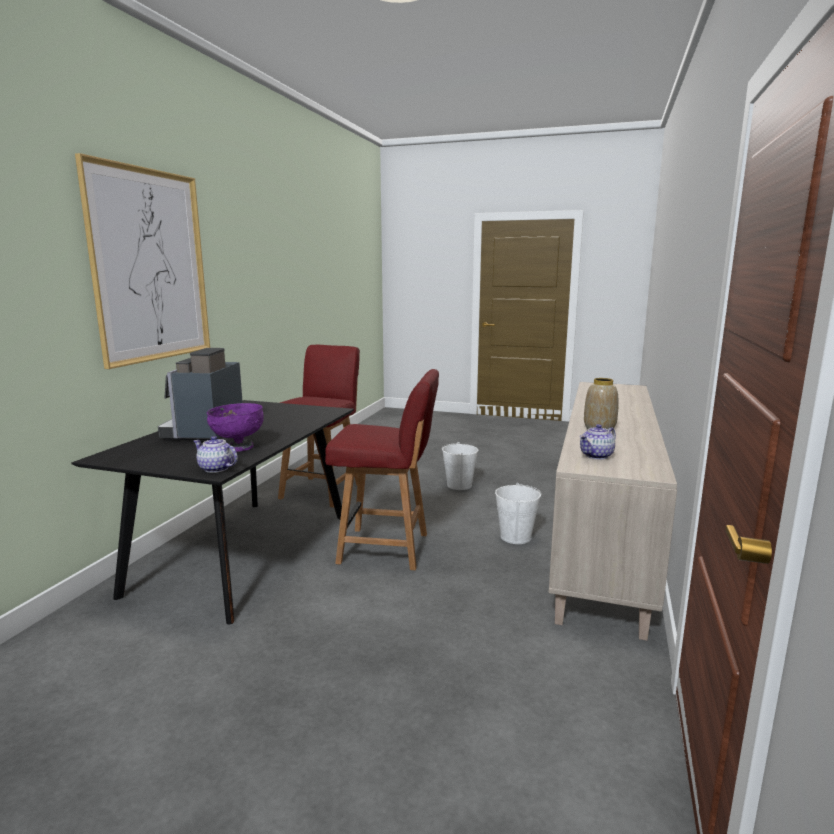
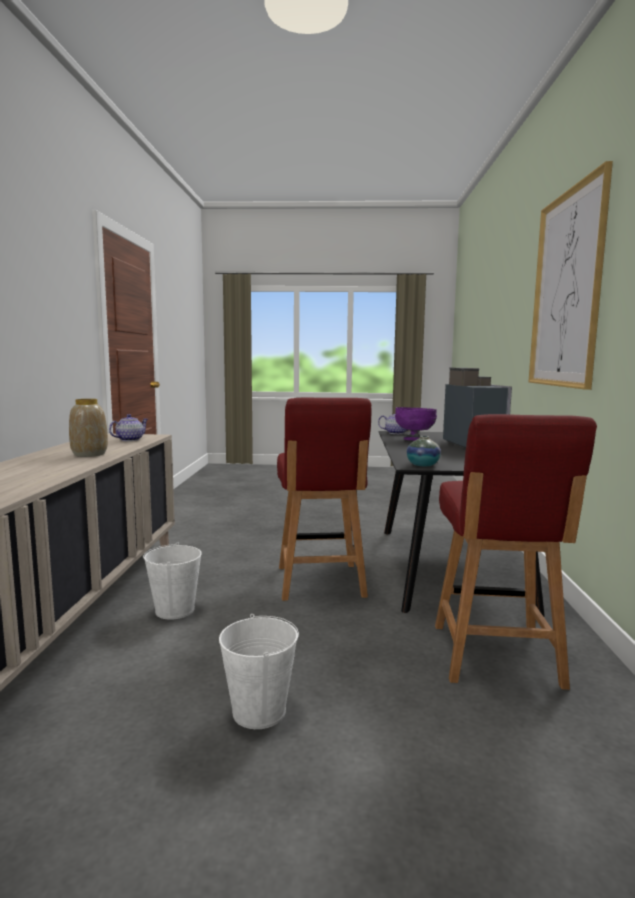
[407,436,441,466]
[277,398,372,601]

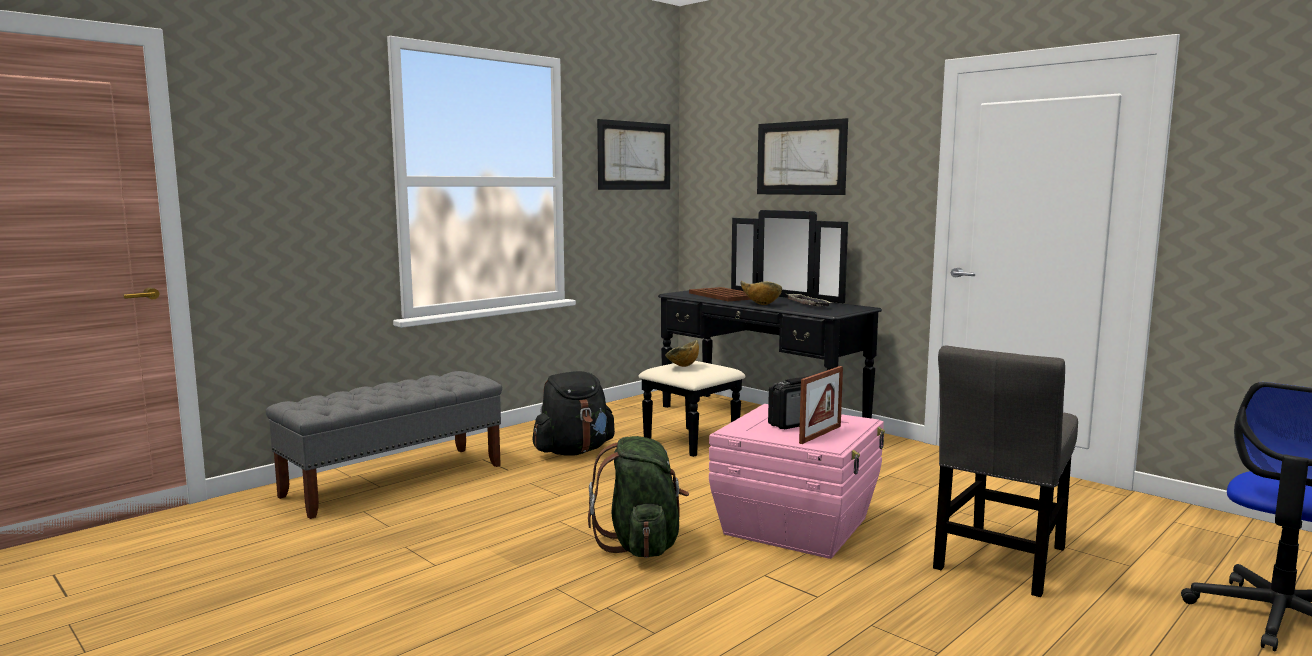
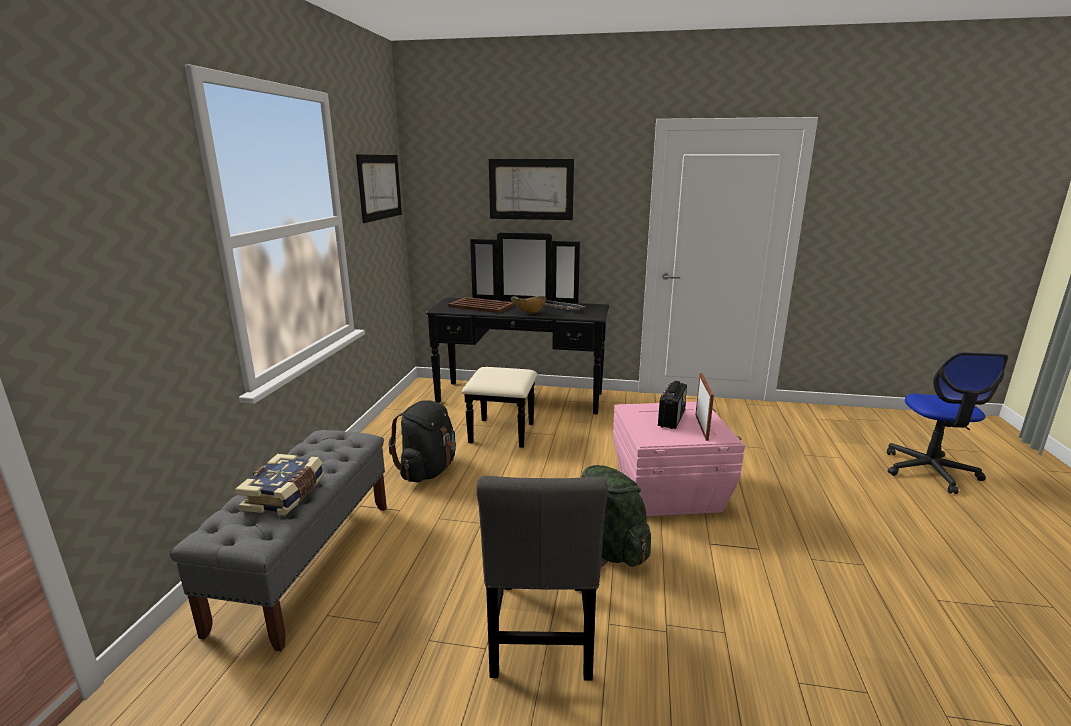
[665,340,699,367] (first image)
[235,454,324,516]
[476,476,608,680]

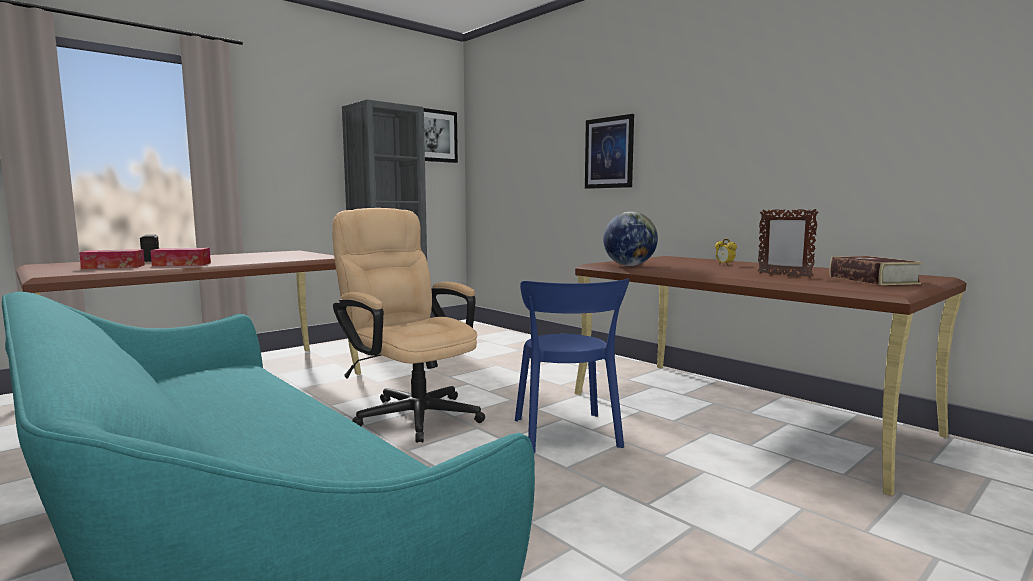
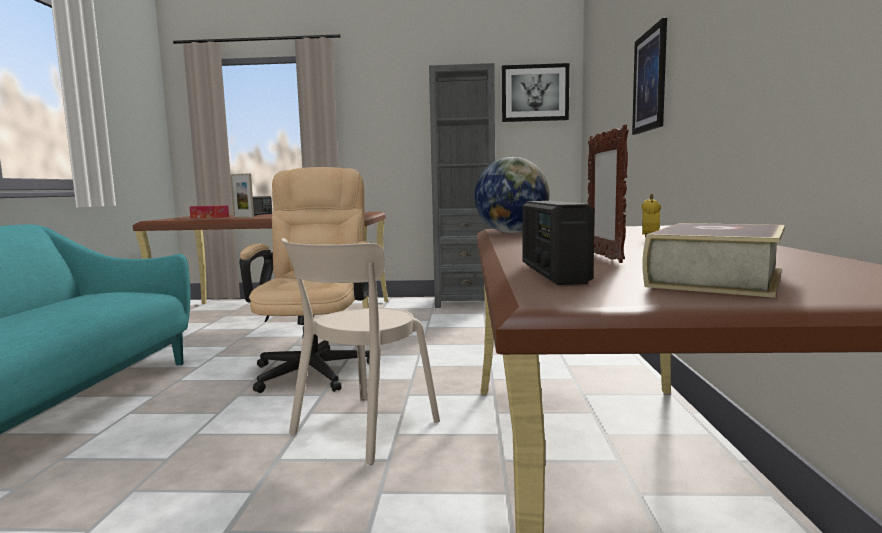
[523,201,595,285]
[230,173,254,218]
[281,238,440,465]

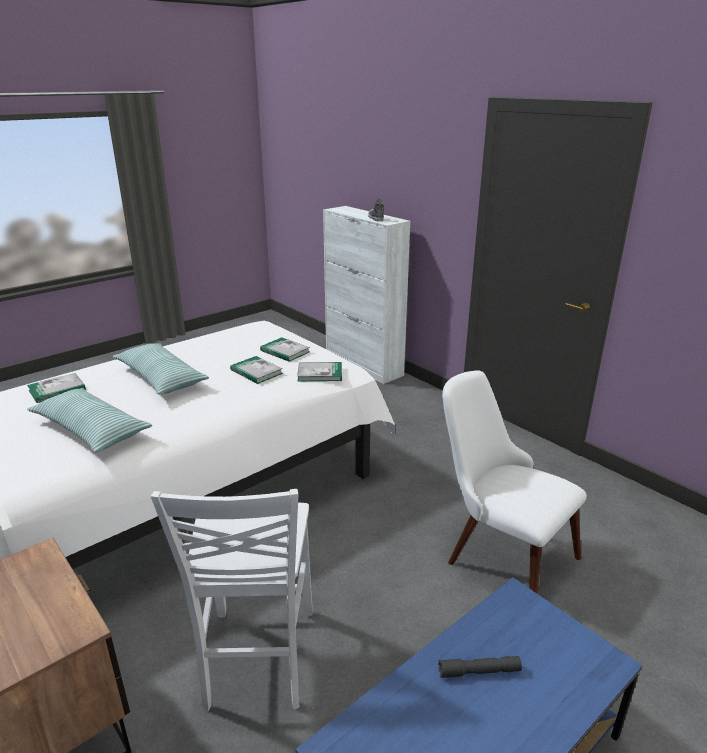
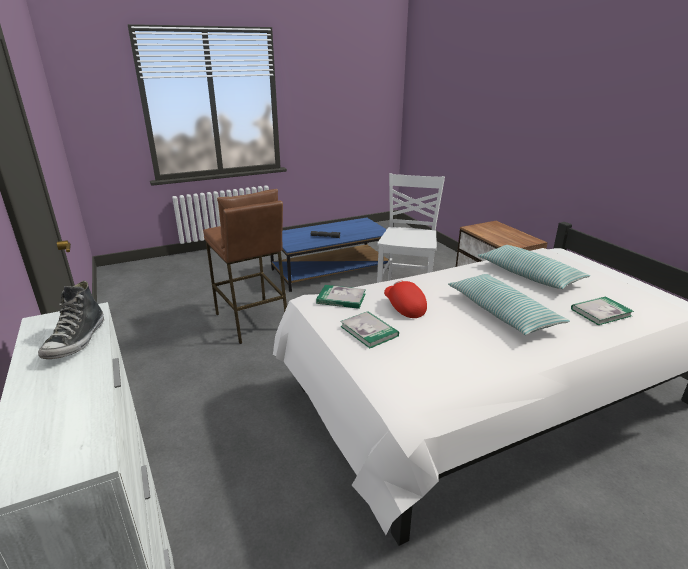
[384,280,427,318]
[203,189,287,344]

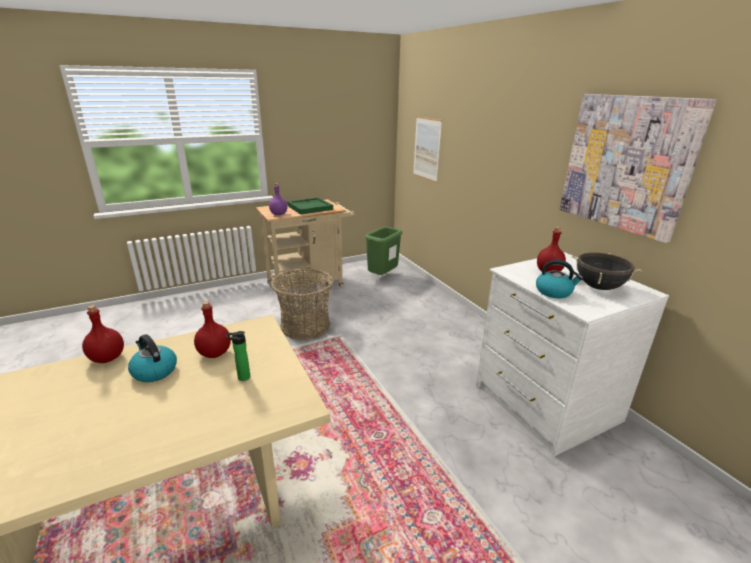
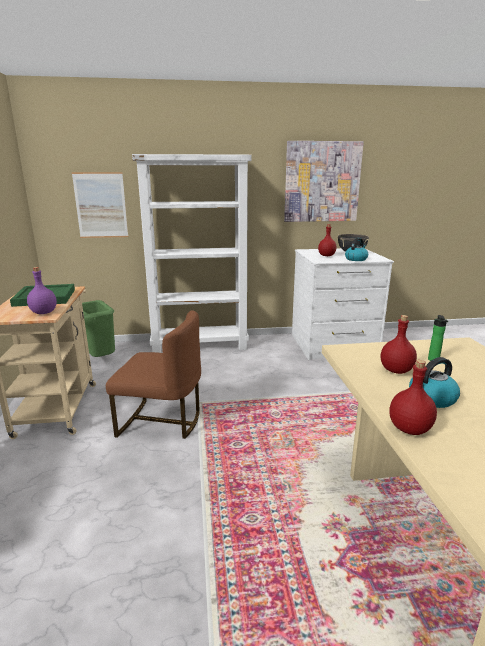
[132,154,252,353]
[106,311,201,439]

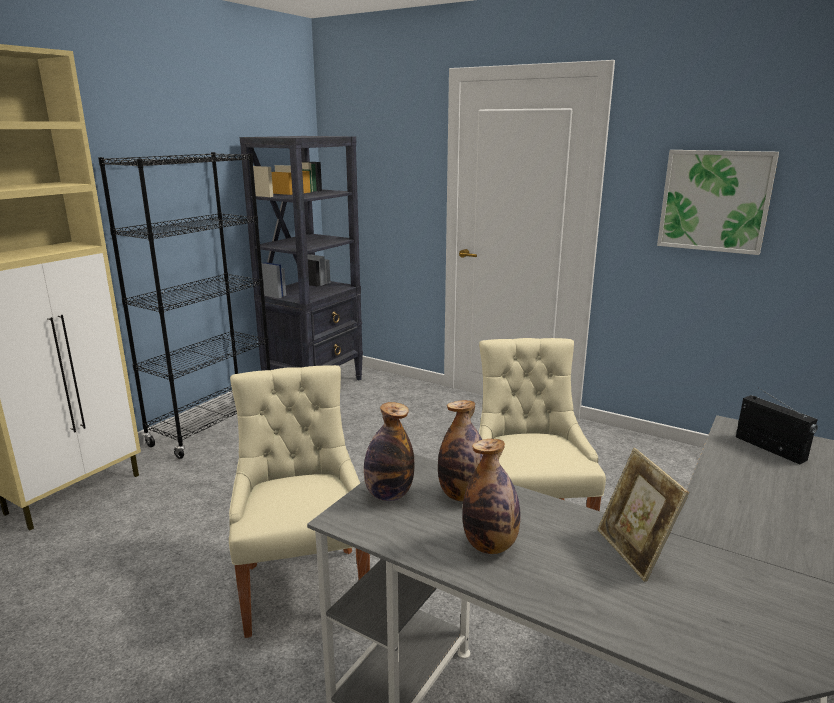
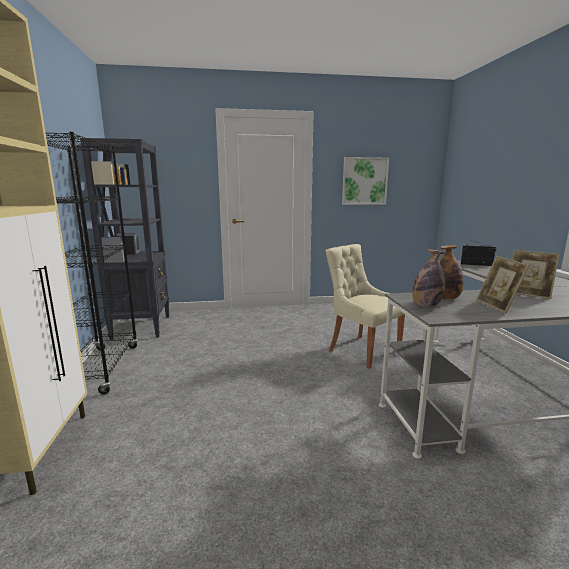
[229,365,370,638] (first image)
[476,256,530,313]

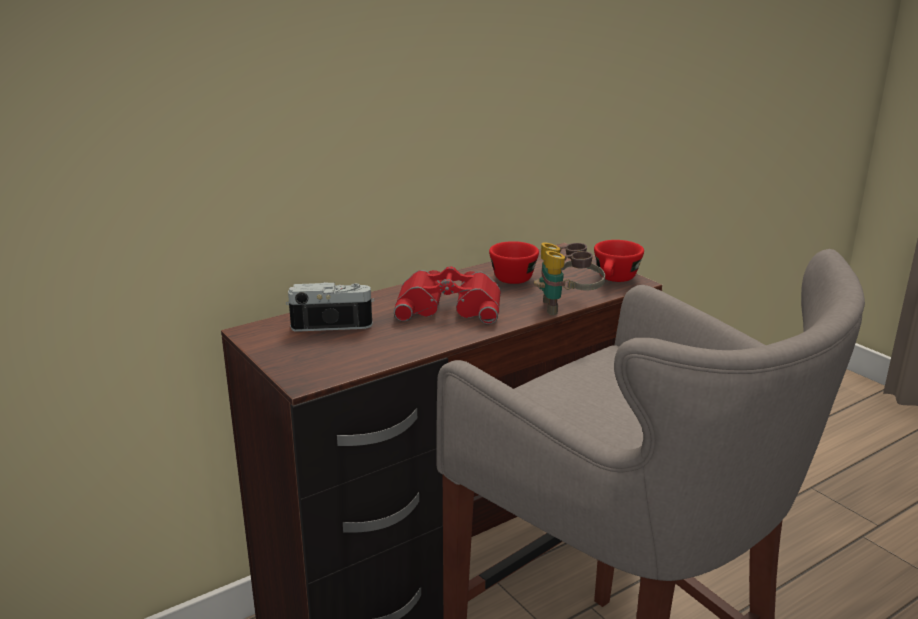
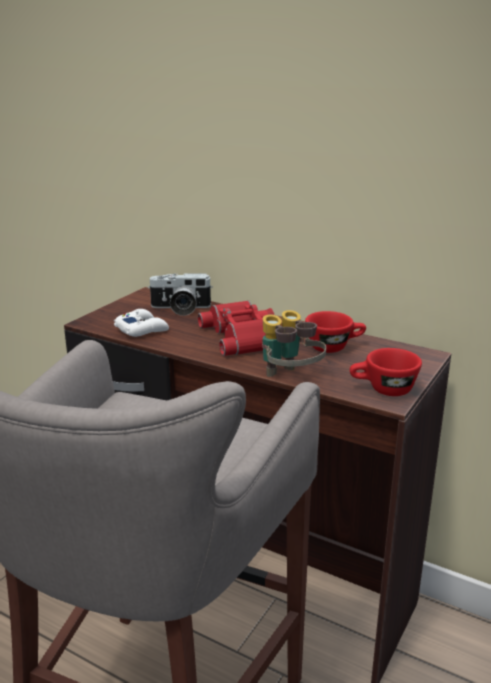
[114,309,169,337]
[148,273,213,316]

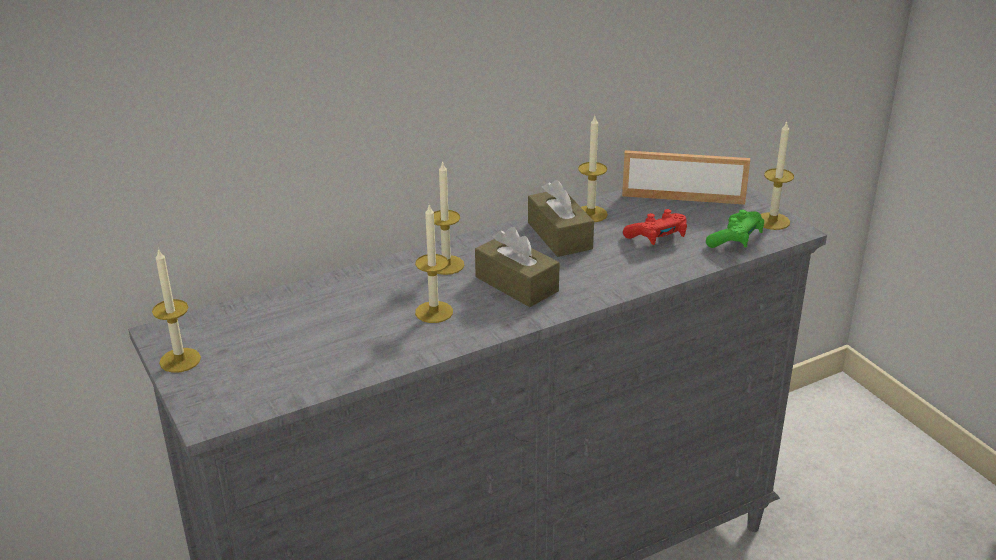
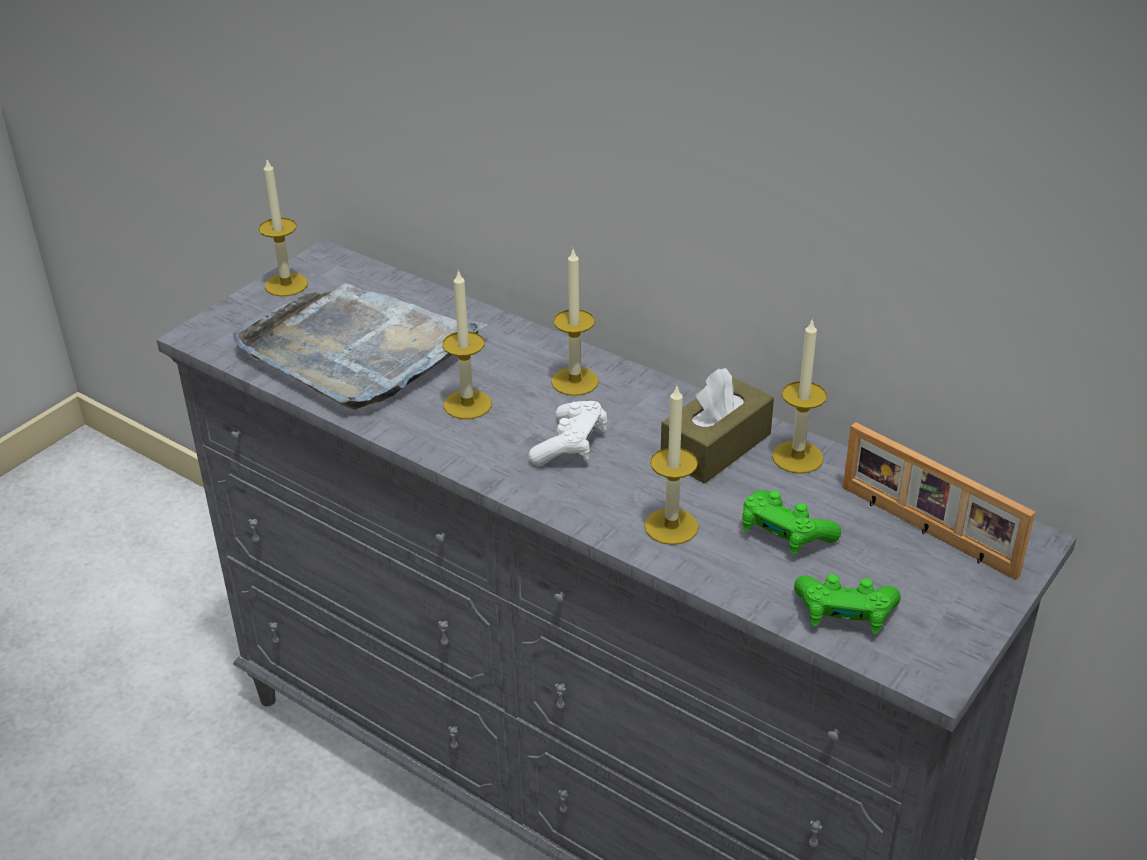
[233,283,488,409]
[644,386,699,545]
[529,401,607,466]
[742,490,841,555]
[843,422,1036,580]

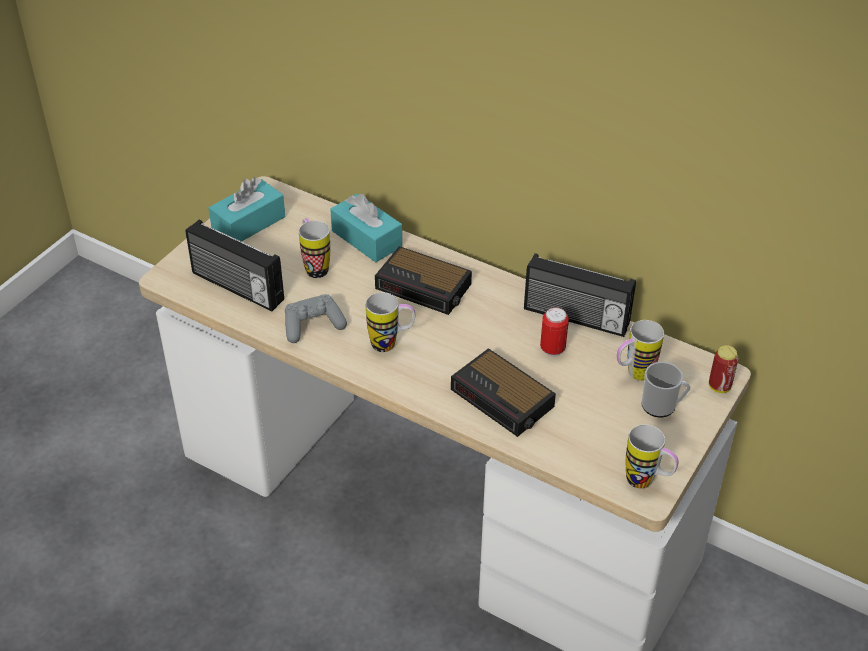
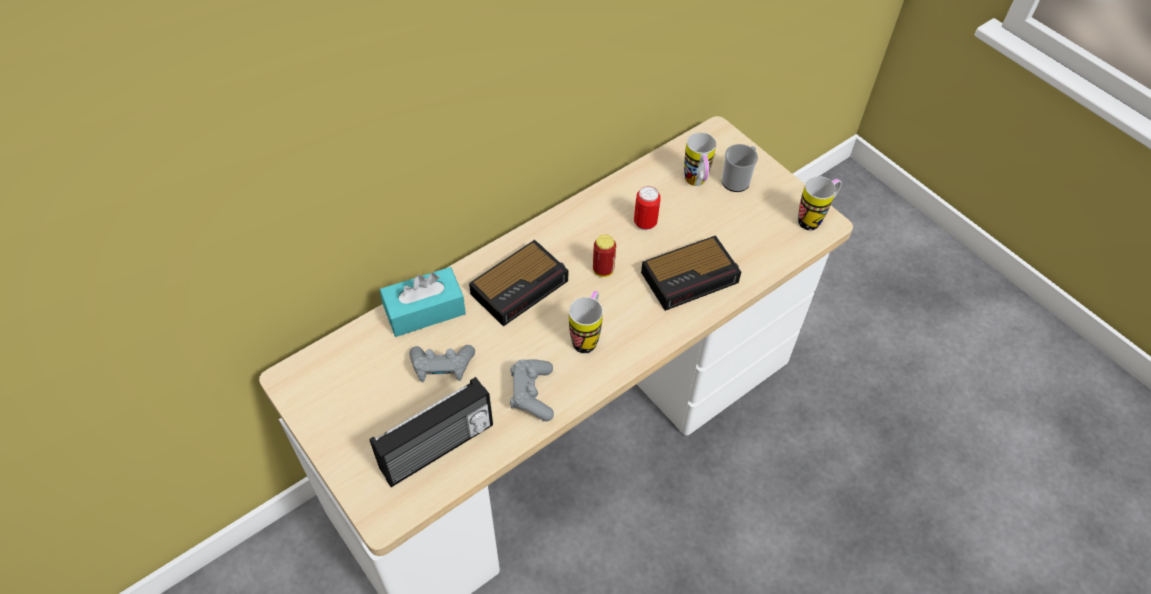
[209,177,285,242] (first image)
[524,253,636,337] (first image)
[593,235,616,277]
[409,345,475,382]

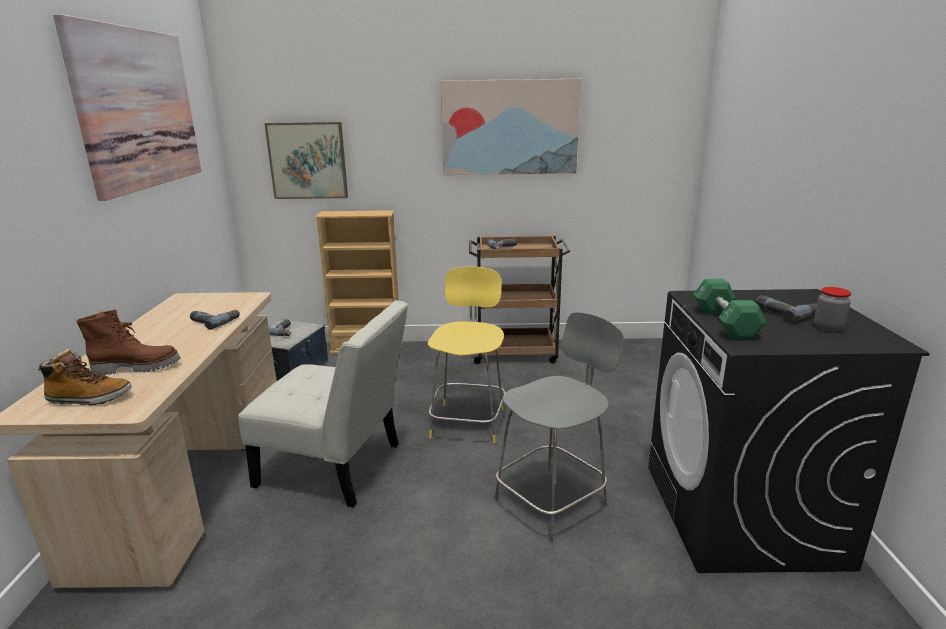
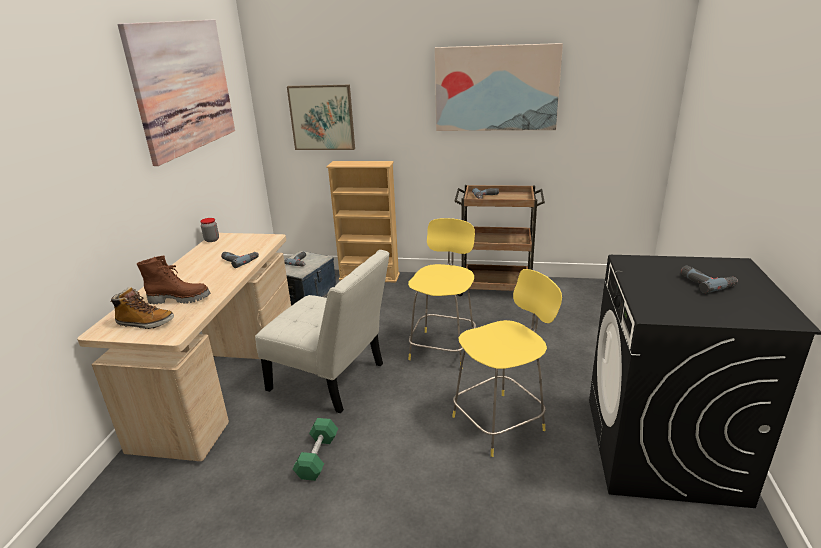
[293,418,338,481]
[200,218,219,242]
[452,269,562,457]

